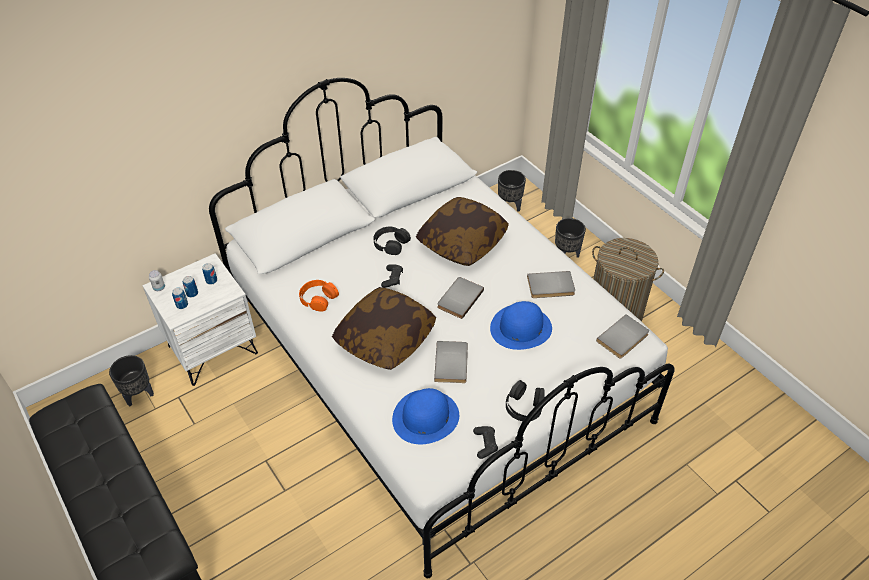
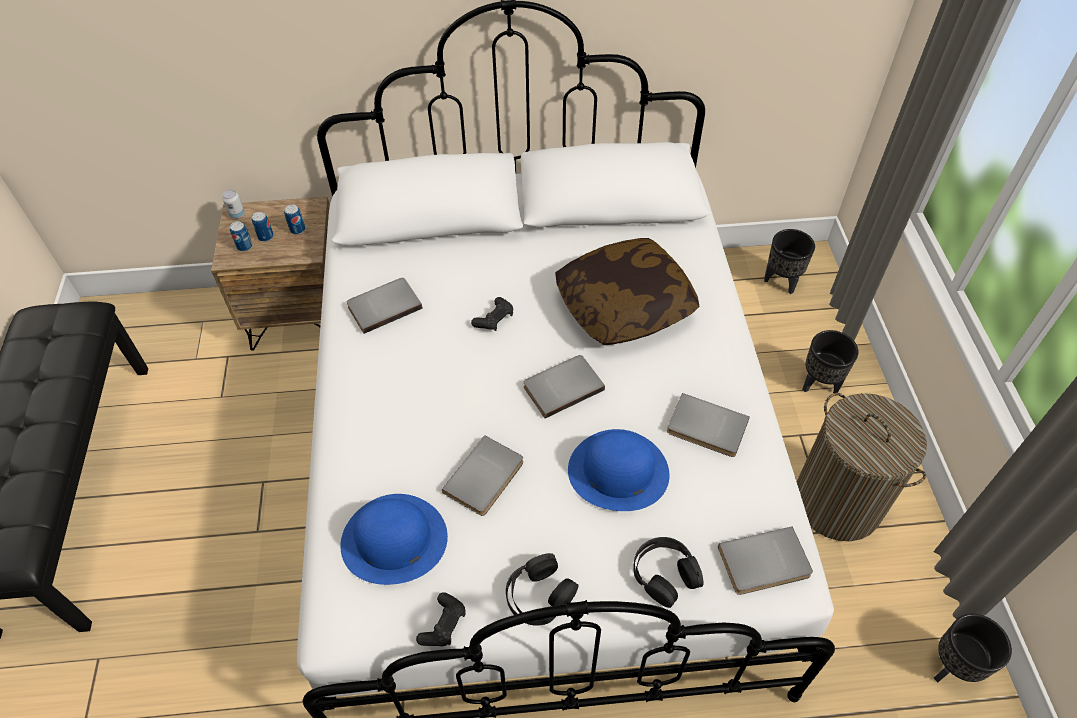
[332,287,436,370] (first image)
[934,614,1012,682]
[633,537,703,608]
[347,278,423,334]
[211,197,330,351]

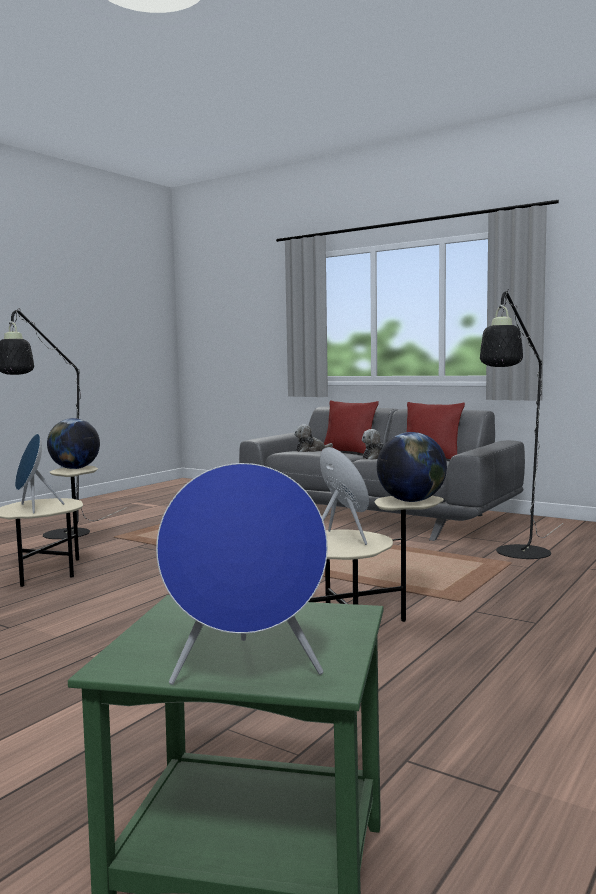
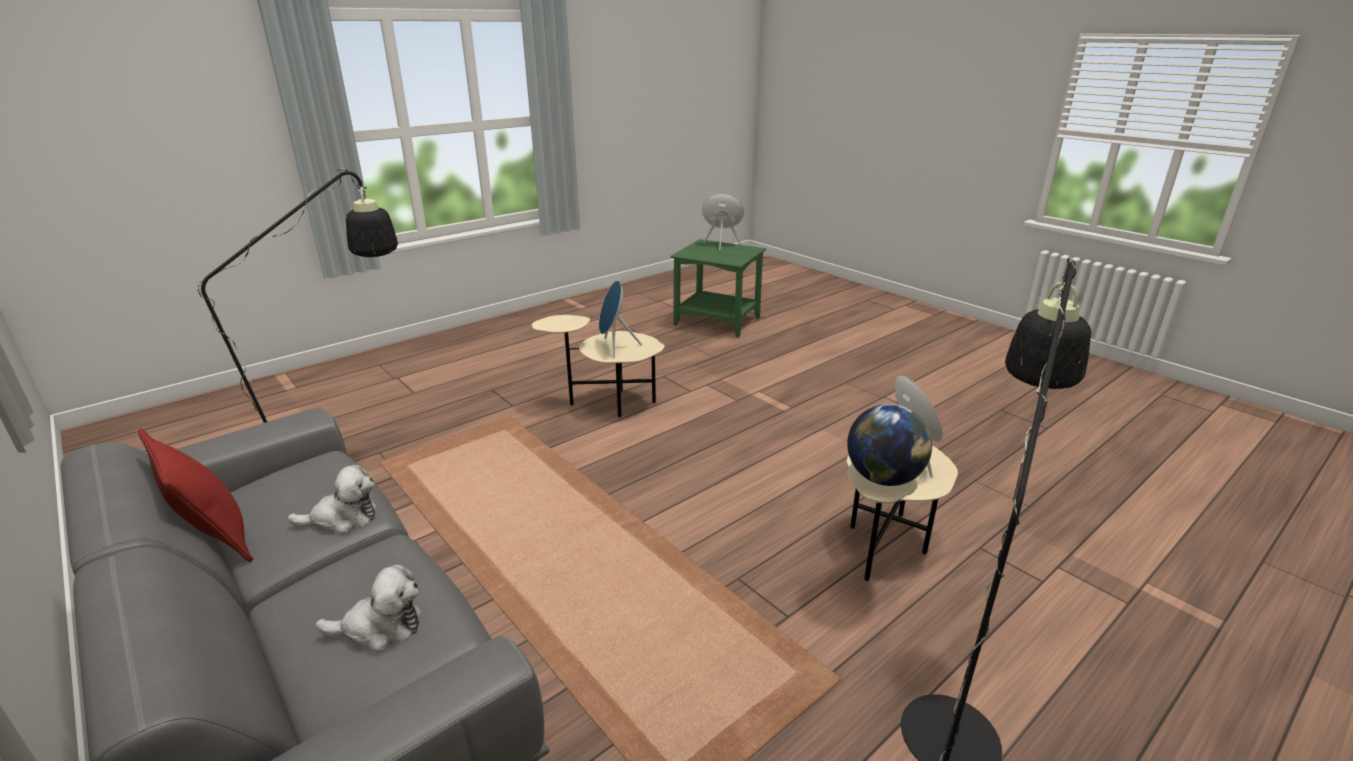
[324,400,379,454] (first image)
[377,432,447,502] (first image)

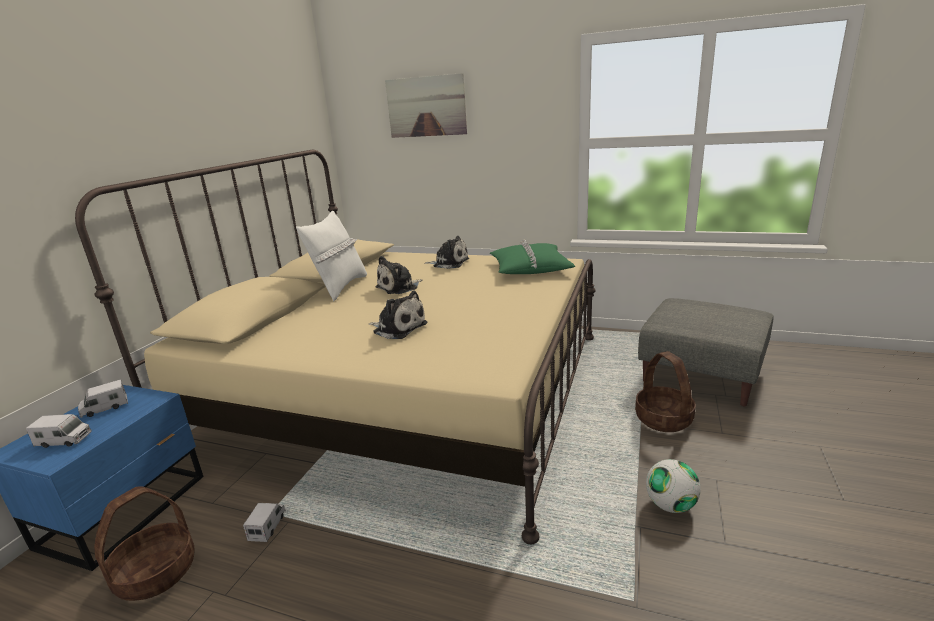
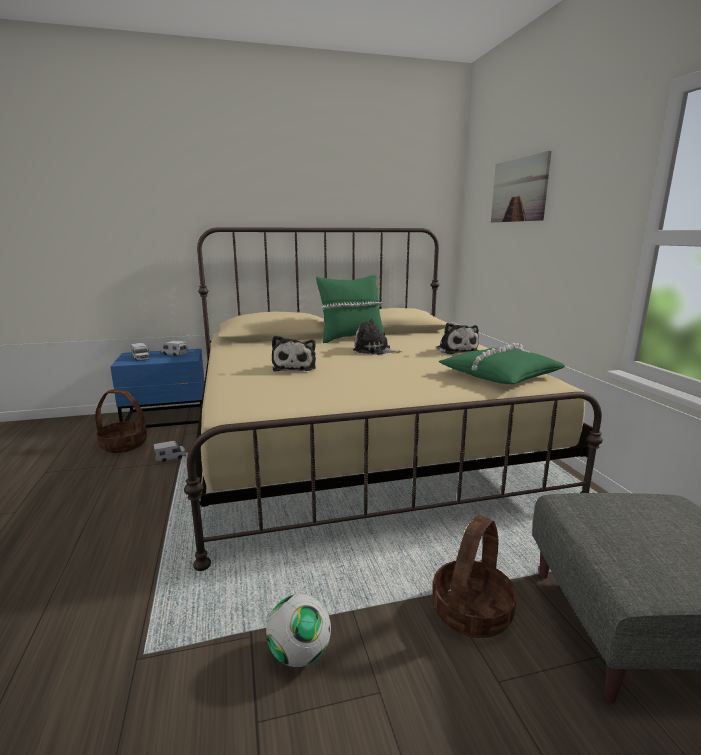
[316,275,385,343]

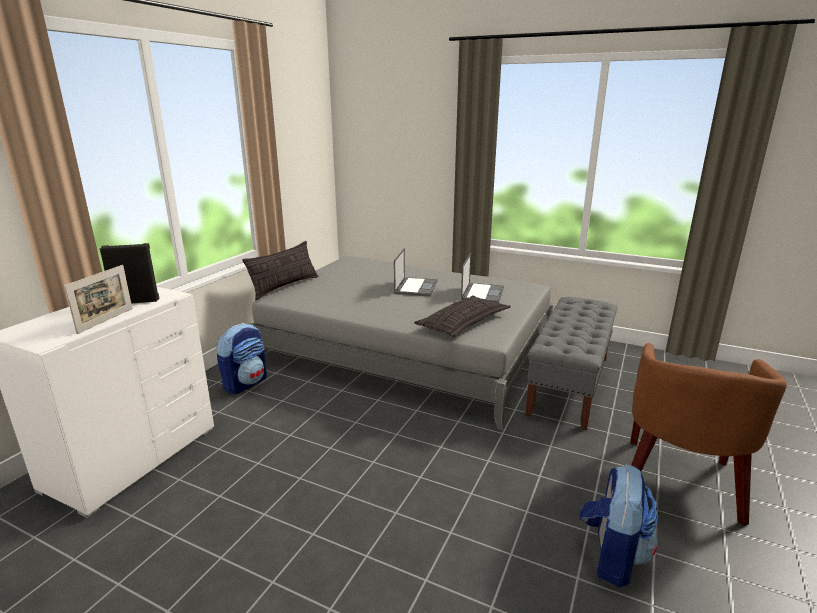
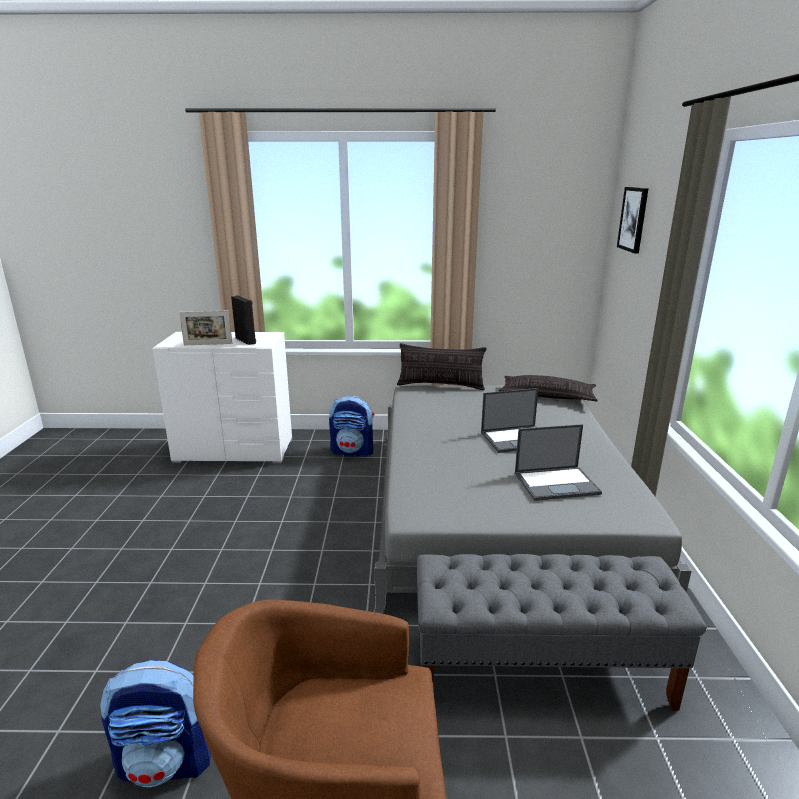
[617,187,649,254]
[499,375,598,401]

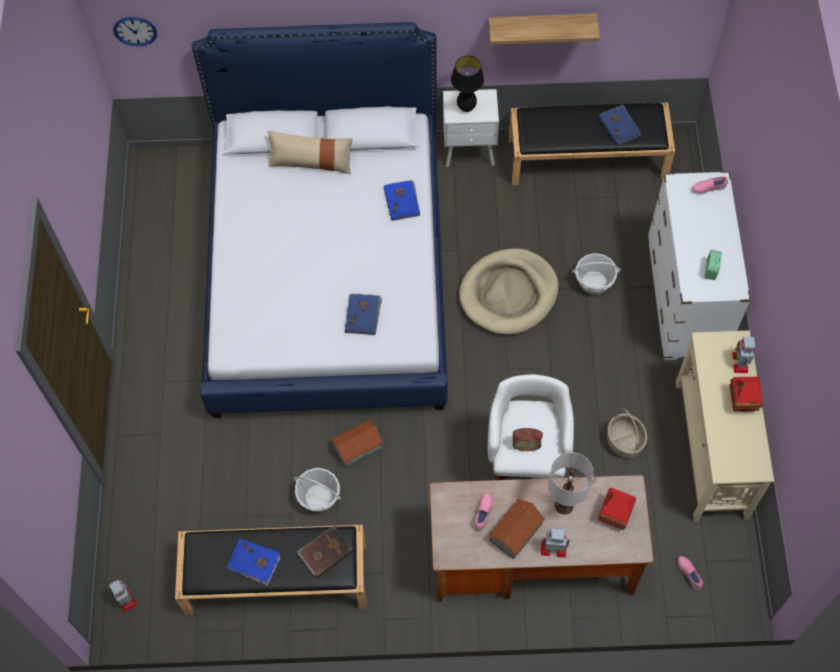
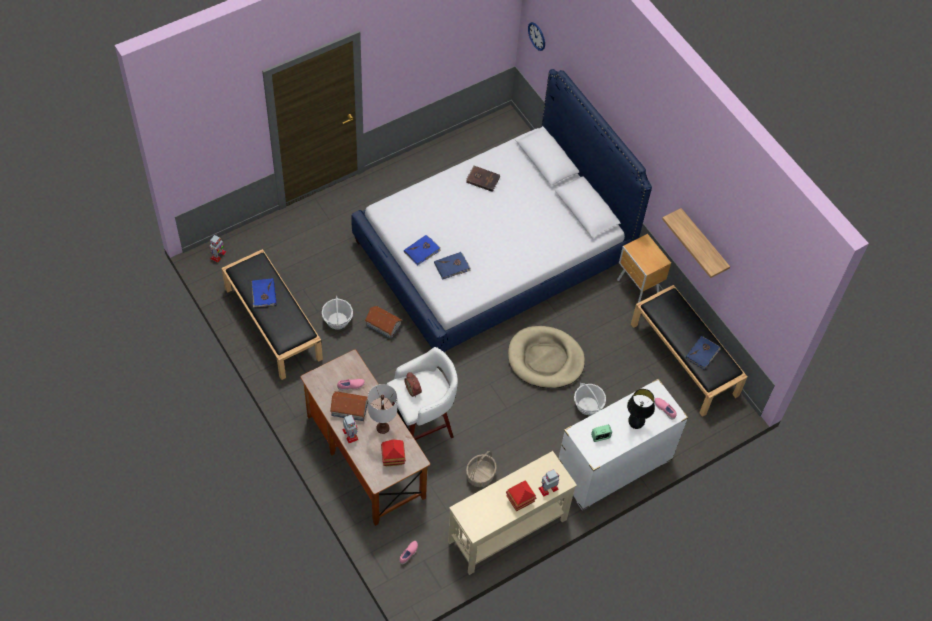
[268,130,353,174] (first image)
[466,165,501,192]
[404,235,441,266]
[627,389,655,429]
[617,234,671,303]

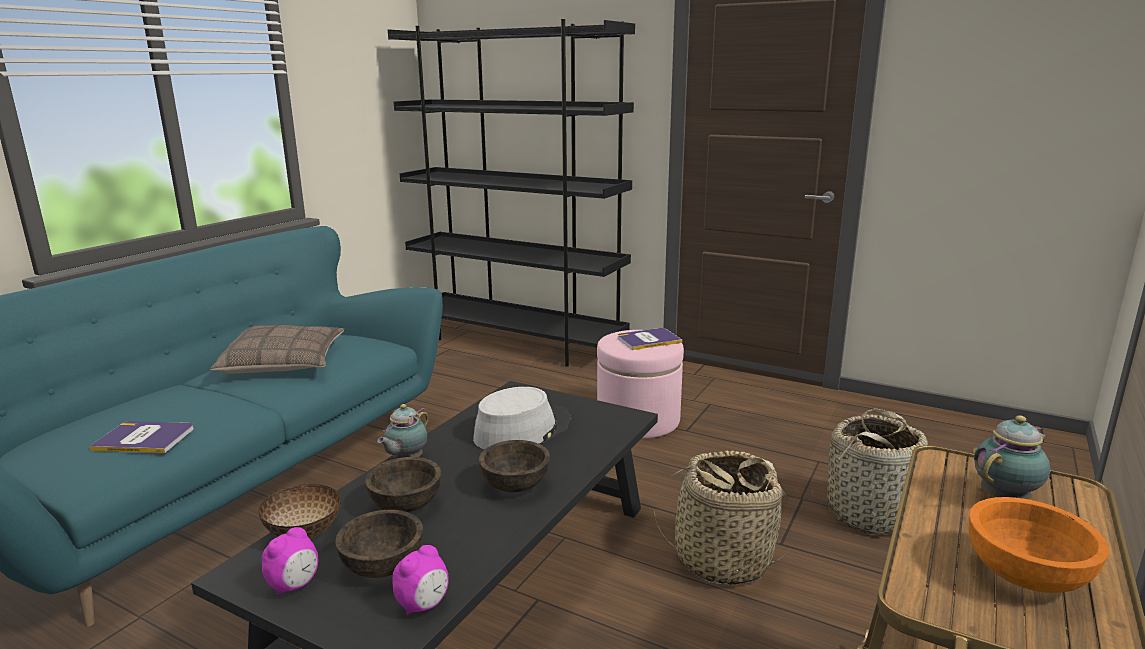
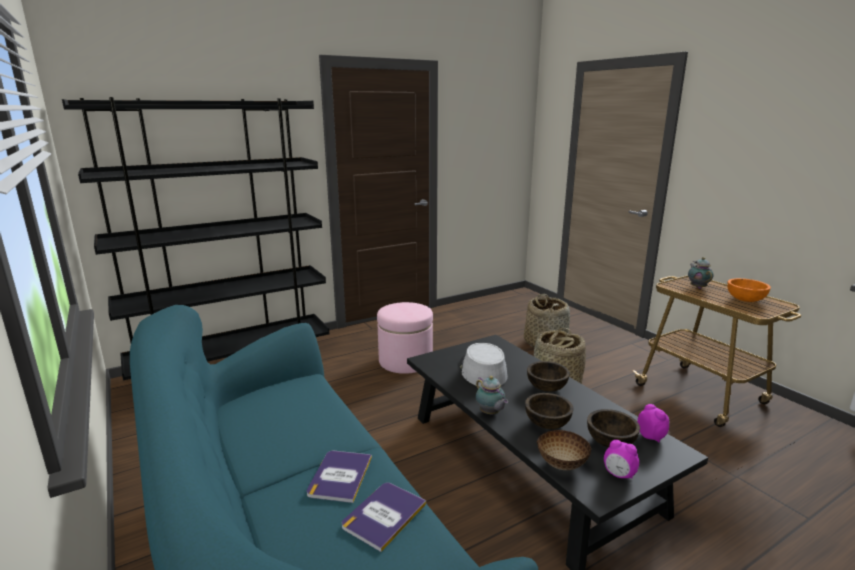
[210,325,344,374] (first image)
[307,451,372,503]
[604,440,639,478]

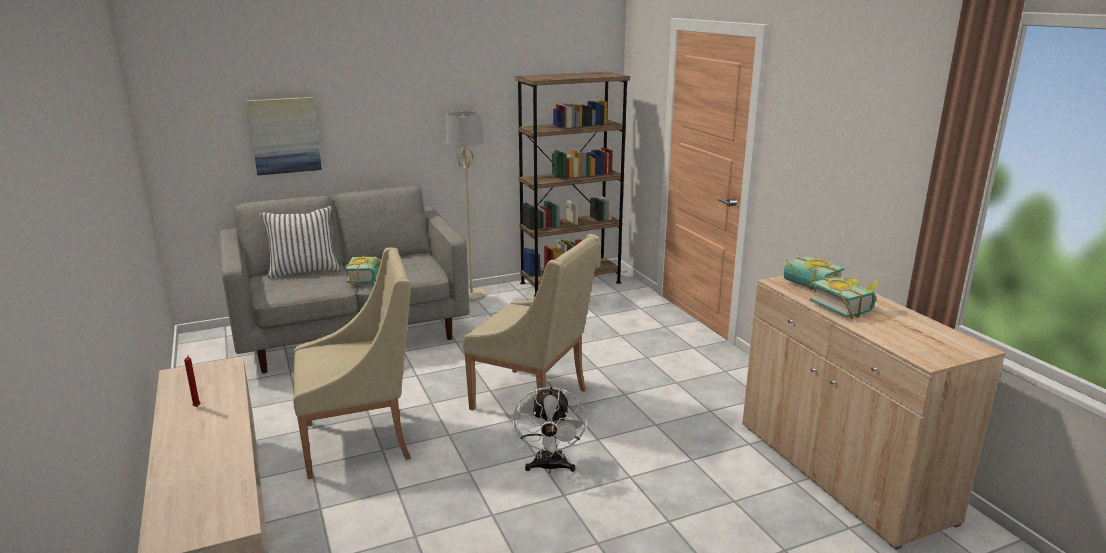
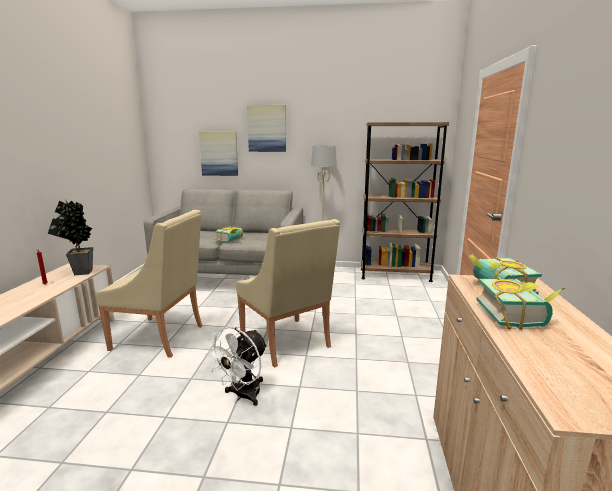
[260,206,340,278] (first image)
[48,201,93,275]
[247,105,286,152]

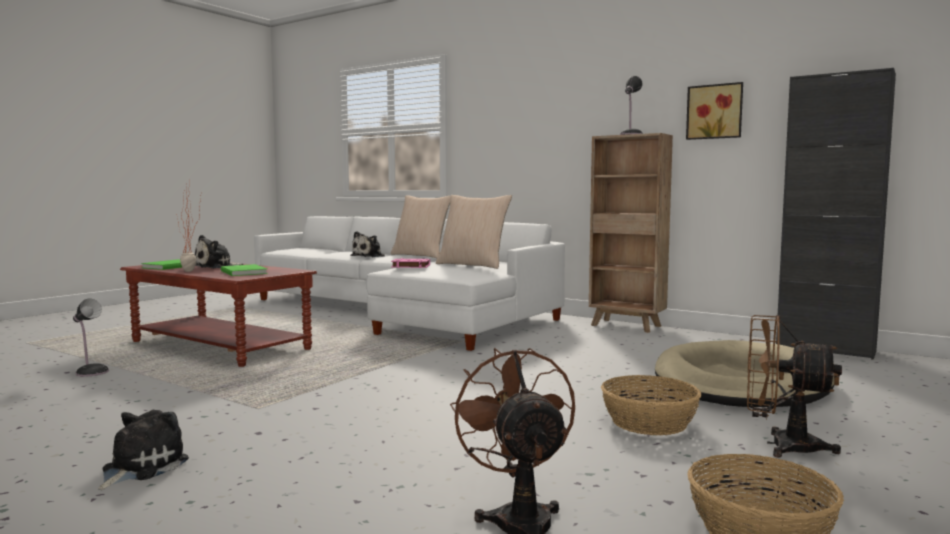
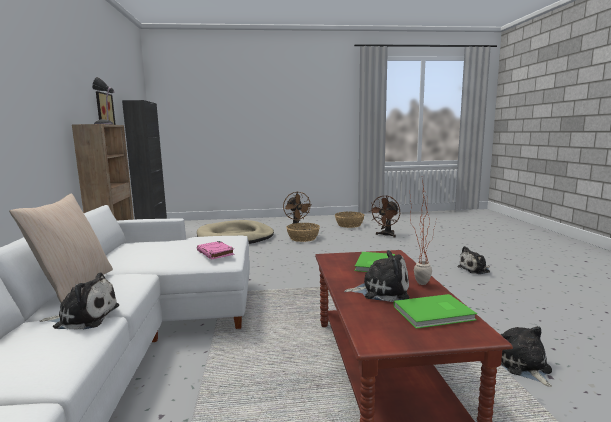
[436,195,512,269] (first image)
[500,326,552,387]

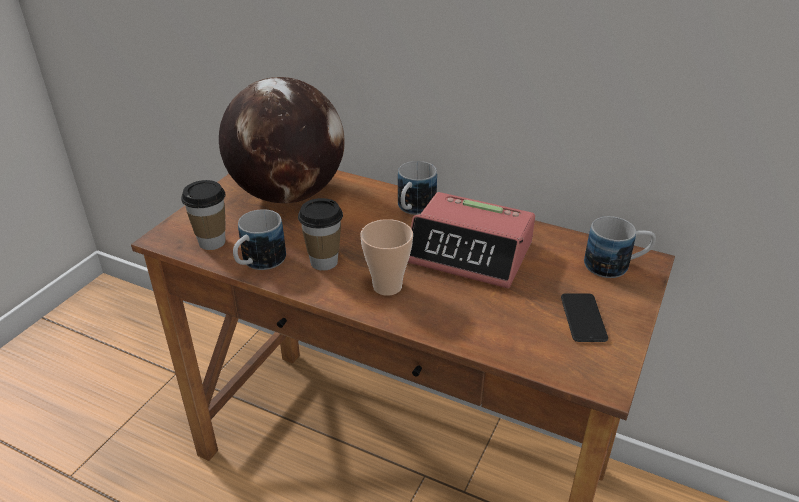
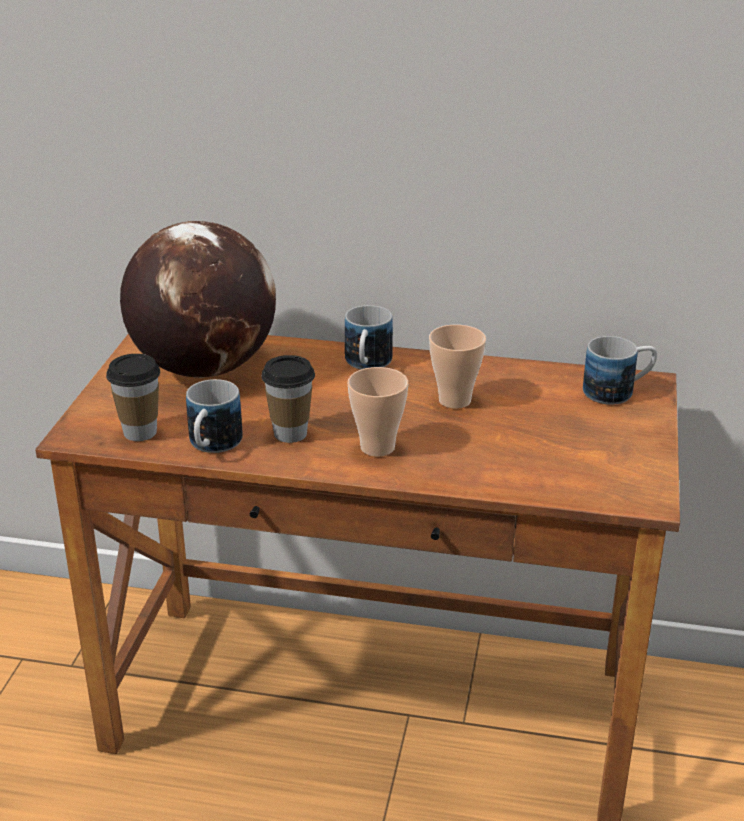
[561,293,608,342] (first image)
[429,325,486,409]

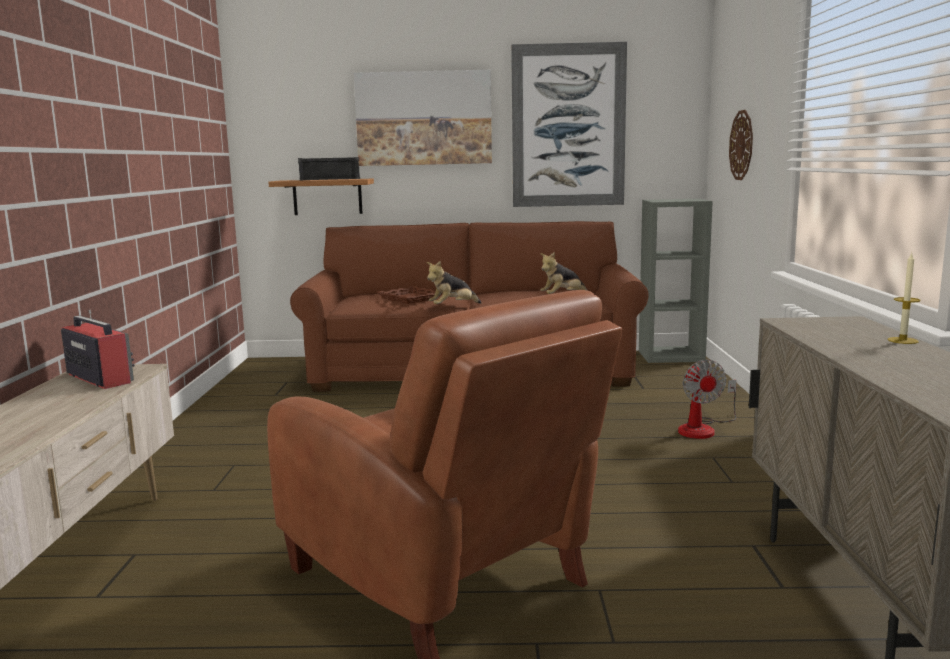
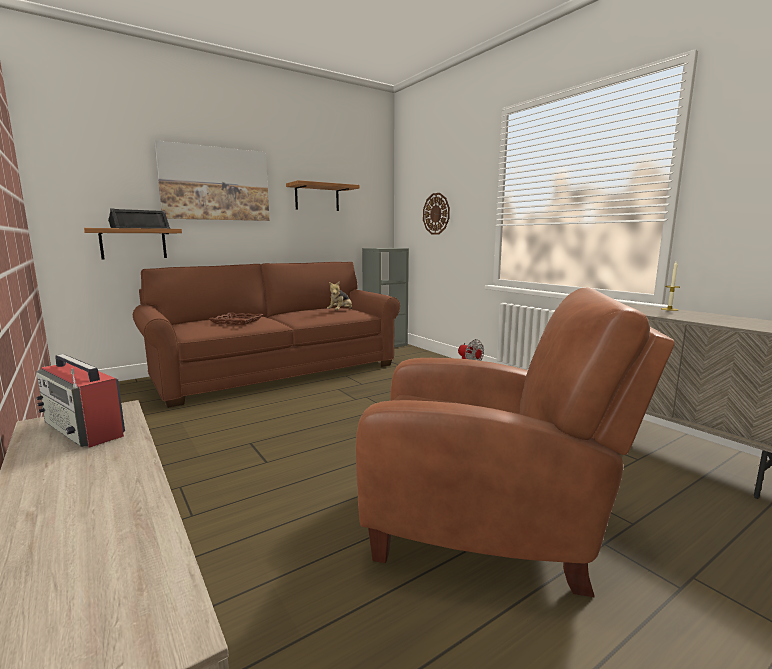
[427,261,482,304] (first image)
[286,180,360,211]
[36,354,125,448]

